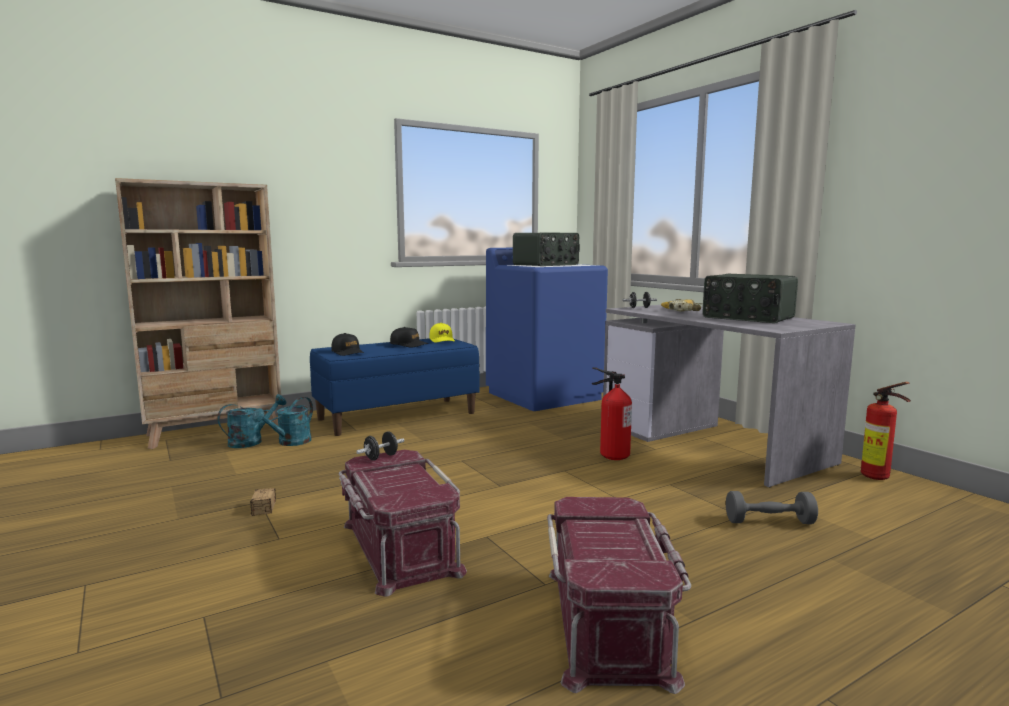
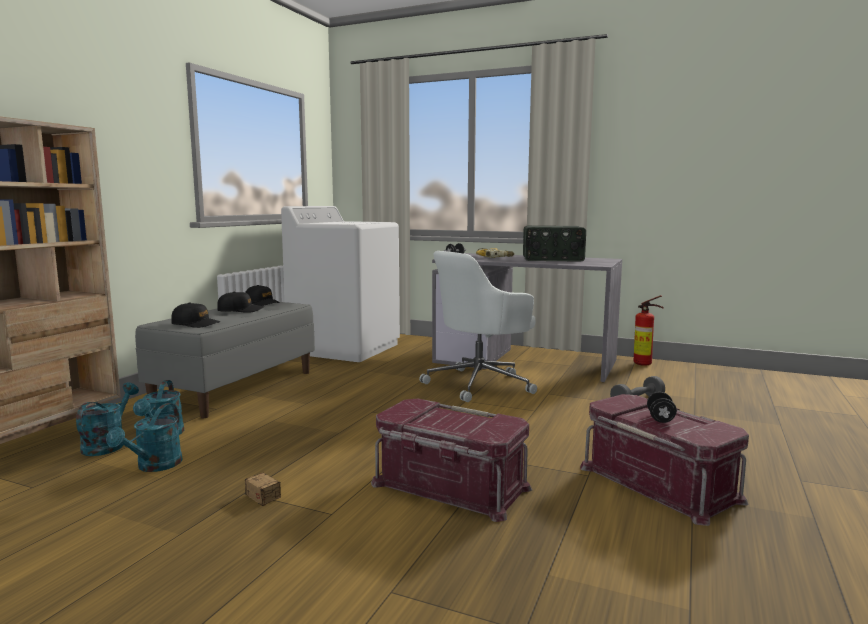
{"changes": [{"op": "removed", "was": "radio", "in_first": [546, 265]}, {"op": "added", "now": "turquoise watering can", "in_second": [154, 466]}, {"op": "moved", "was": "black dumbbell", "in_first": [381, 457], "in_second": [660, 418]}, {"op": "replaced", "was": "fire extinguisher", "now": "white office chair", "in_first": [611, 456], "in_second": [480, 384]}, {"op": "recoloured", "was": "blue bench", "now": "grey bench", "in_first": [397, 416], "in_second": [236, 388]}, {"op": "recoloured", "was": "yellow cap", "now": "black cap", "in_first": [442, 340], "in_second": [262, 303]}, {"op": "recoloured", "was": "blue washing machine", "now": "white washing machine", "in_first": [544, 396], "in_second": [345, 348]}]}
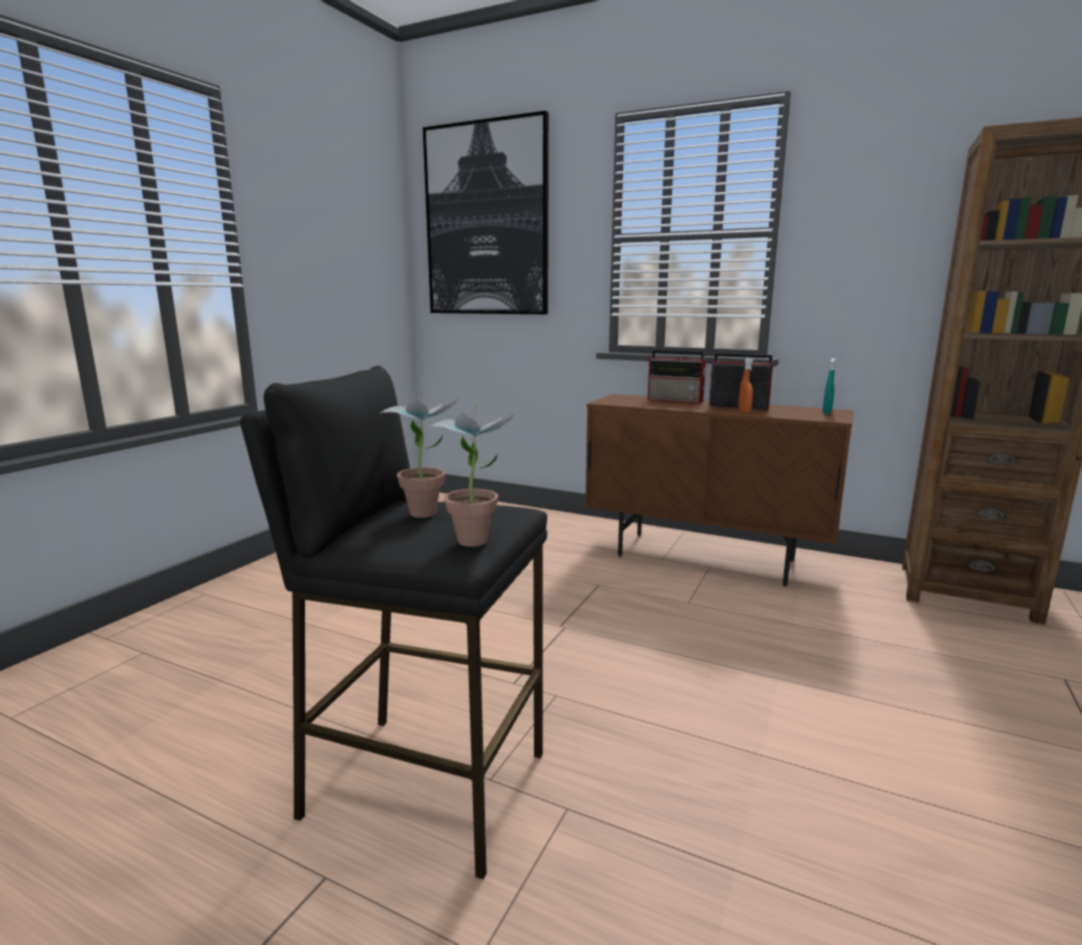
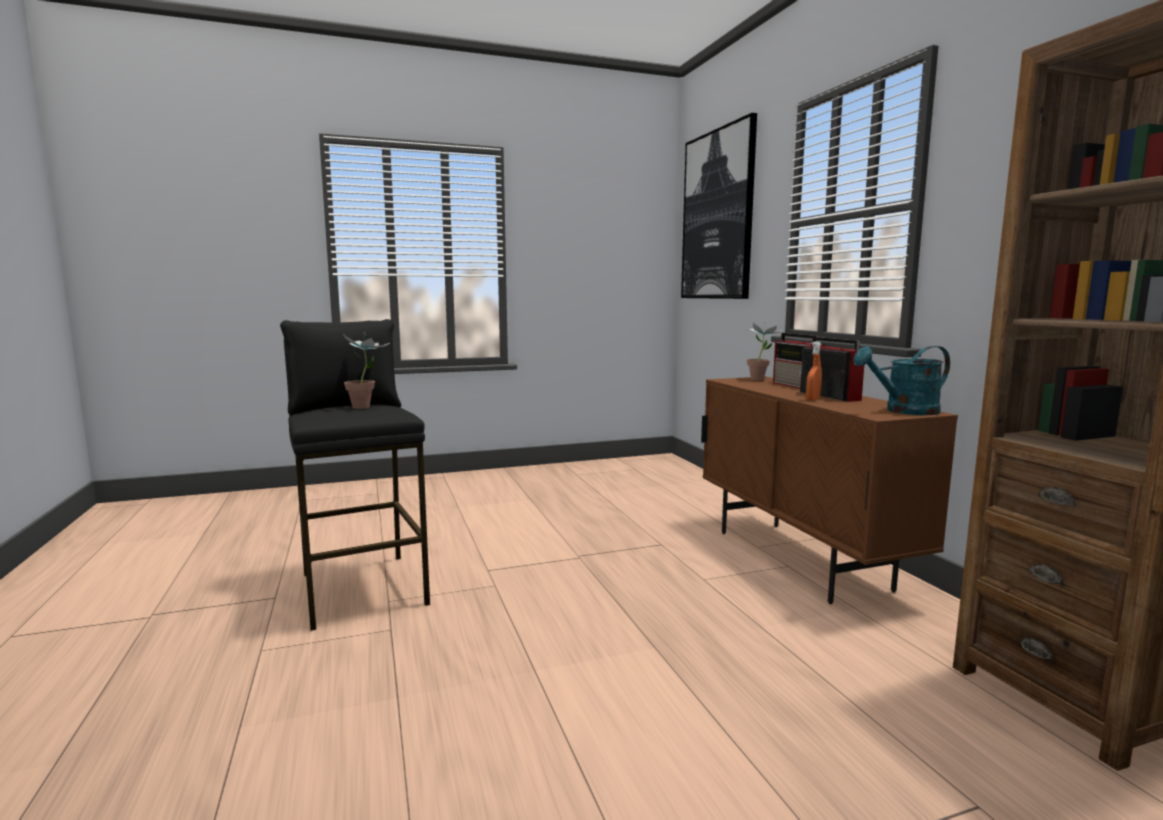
{"changes": [{"op": "moved", "was": "potted plant", "in_first": [476, 537], "in_second": [761, 379]}, {"op": "replaced", "was": "turquoise spray bottle", "now": "turquoise watering can", "in_first": [827, 412], "in_second": [904, 411]}]}
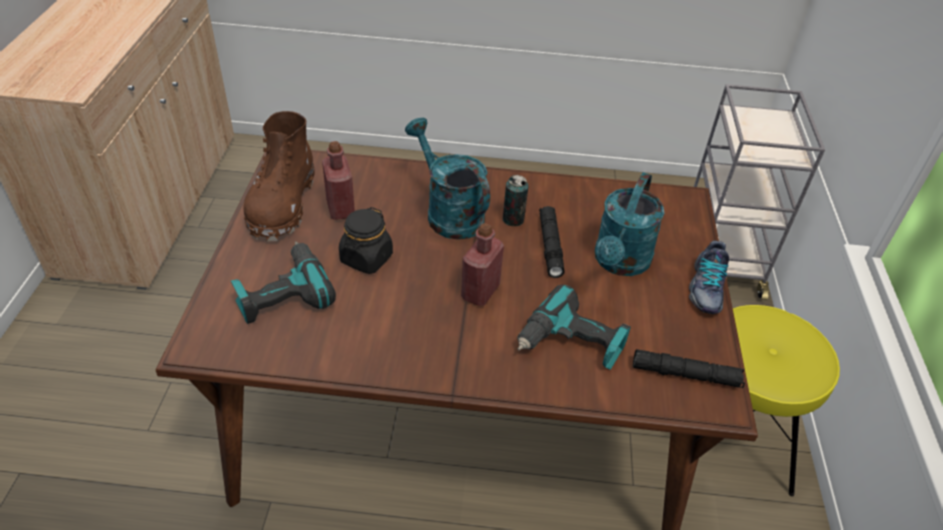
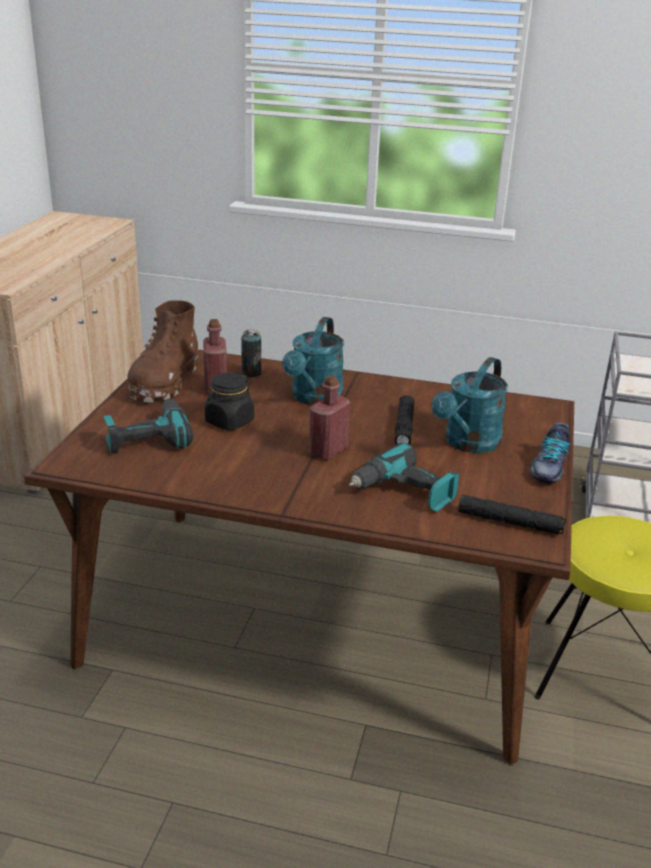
{"changes": [{"op": "moved", "was": "can", "in_first": [513, 219], "in_second": [251, 373]}, {"op": "turned", "was": "turquoise watering can", "in_first": [448, 213], "in_second": [314, 398], "clockwise": -135}]}
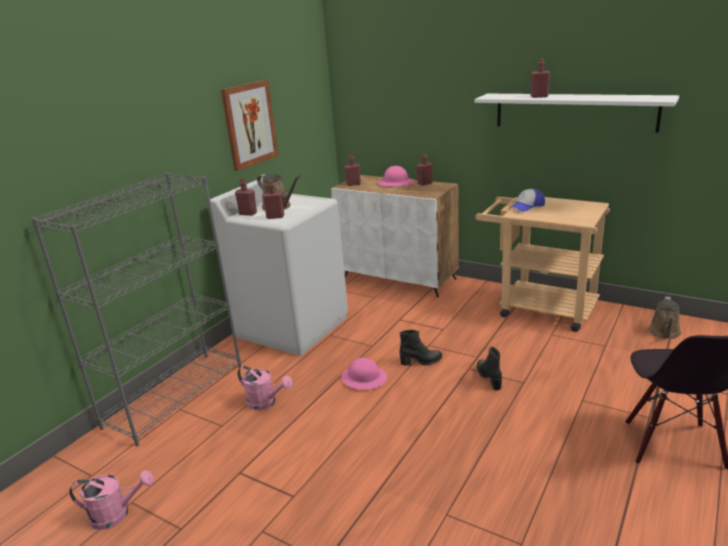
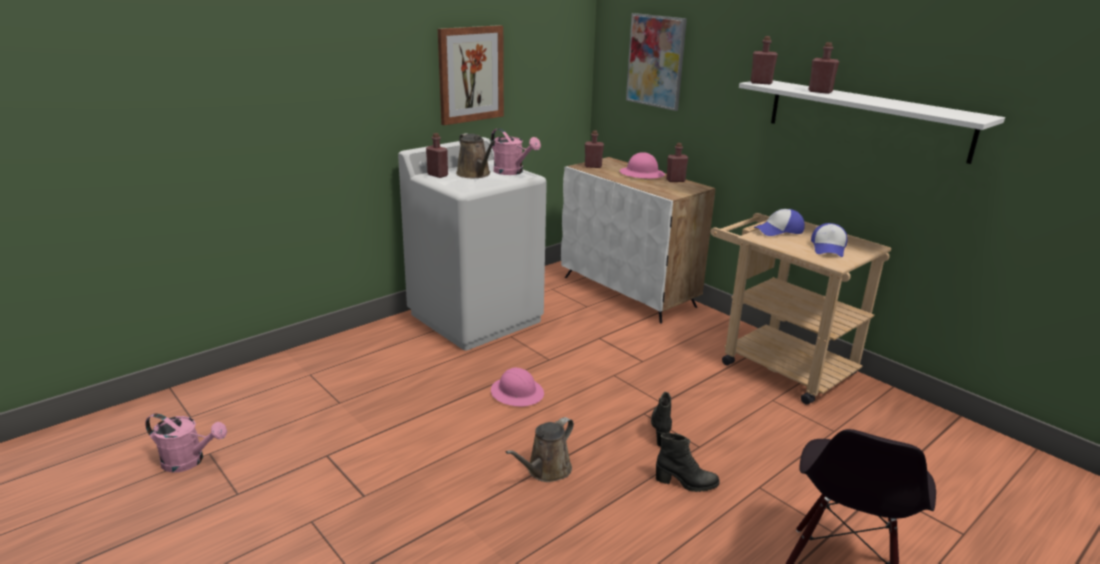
{"changes": [{"op": "removed", "was": "grey bookcase", "in_first": [175, 395]}, {"op": "added", "now": "picture", "in_second": [655, 61]}, {"op": "added", "now": "cap", "in_second": [828, 248]}, {"op": "moved", "was": "pink watering can", "in_first": [266, 402], "in_second": [512, 172]}, {"op": "moved", "was": "red bottle", "in_first": [275, 217], "in_second": [761, 83]}, {"op": "moved", "was": "black boot", "in_first": [421, 361], "in_second": [686, 483]}, {"op": "moved", "was": "brown watering can", "in_first": [664, 333], "in_second": [546, 470]}]}
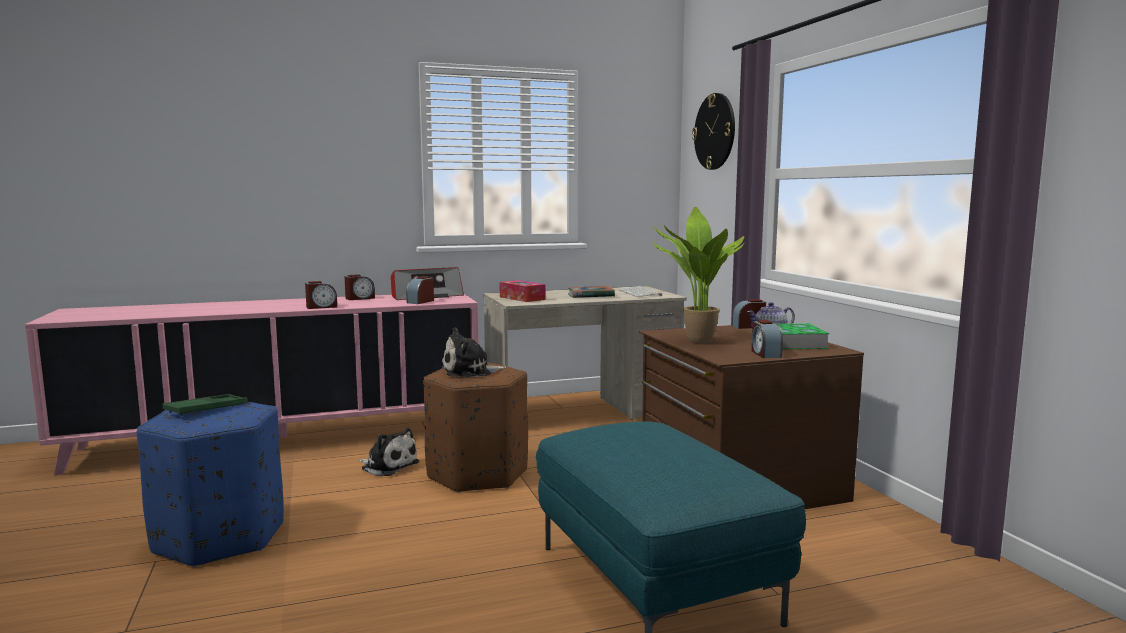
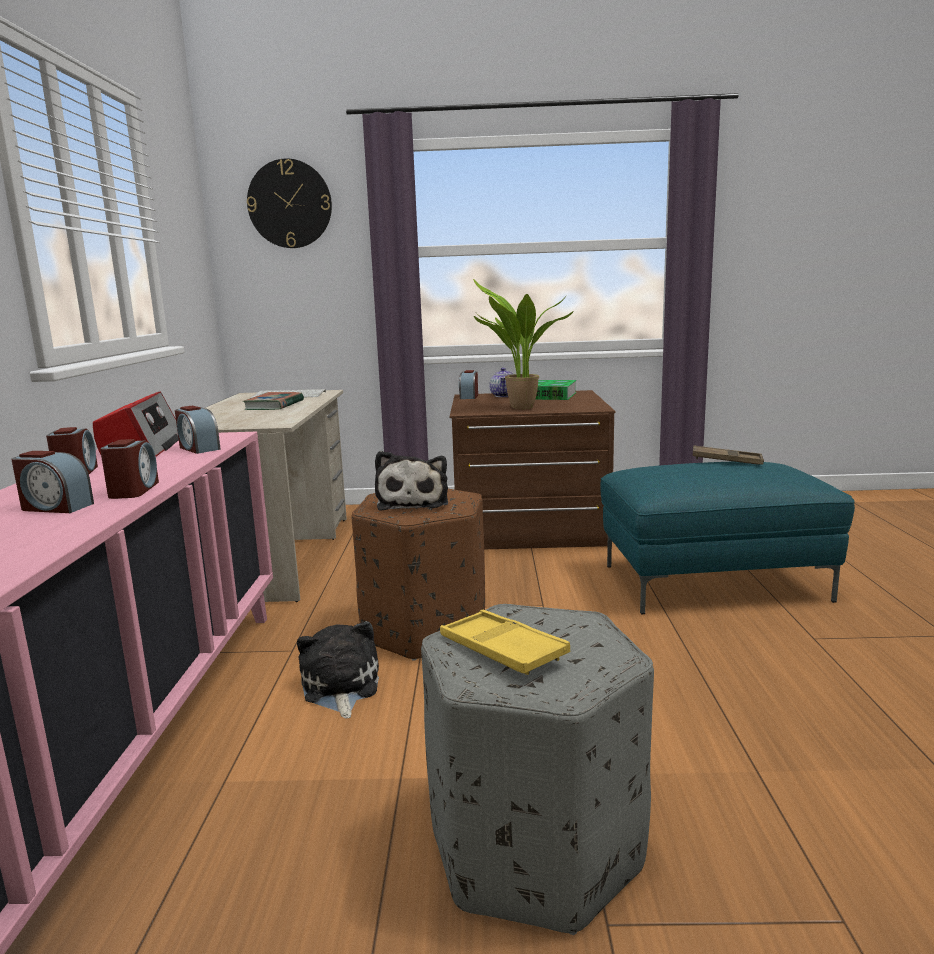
{"changes": [{"op": "removed", "was": "tissue box", "in_first": [522, 298]}, {"op": "added", "now": "brown tray", "in_second": [726, 461]}, {"op": "moved", "was": "alarm clock", "in_first": [765, 354], "in_second": [56, 507]}, {"op": "recoloured", "was": "blue ottoman", "now": "grey ottoman", "in_first": [220, 537], "in_second": [533, 848]}, {"op": "recoloured", "was": "green tray", "now": "yellow tray", "in_first": [206, 409], "in_second": [502, 650]}, {"op": "turned", "was": "plush toy", "in_first": [388, 466], "in_second": [340, 688], "clockwise": -60}]}
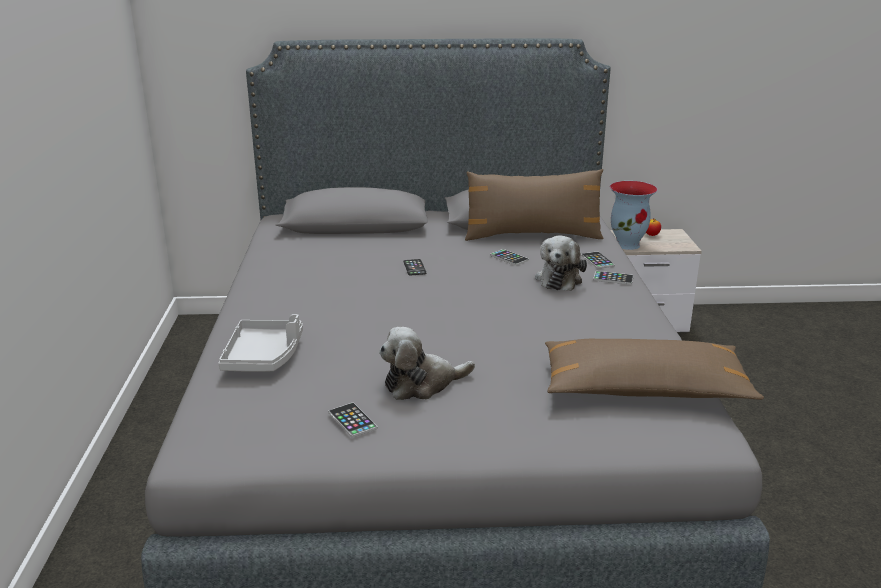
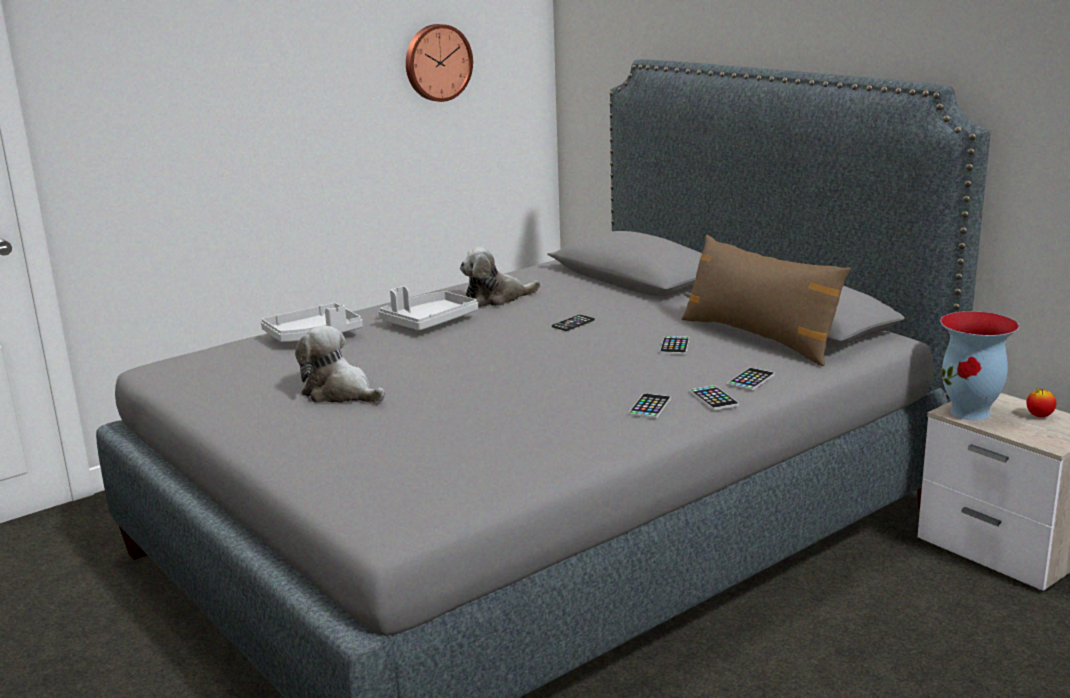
{"changes": [{"op": "removed", "was": "brown pillow", "in_first": [643, 388]}, {"op": "added", "now": "grey tray", "in_second": [429, 322]}, {"op": "added", "now": "wall clock", "in_second": [437, 62]}, {"op": "moved", "was": "phone", "in_first": [352, 420], "in_second": [650, 407]}, {"op": "moved", "was": "plush toy", "in_first": [559, 279], "in_second": [496, 299]}]}
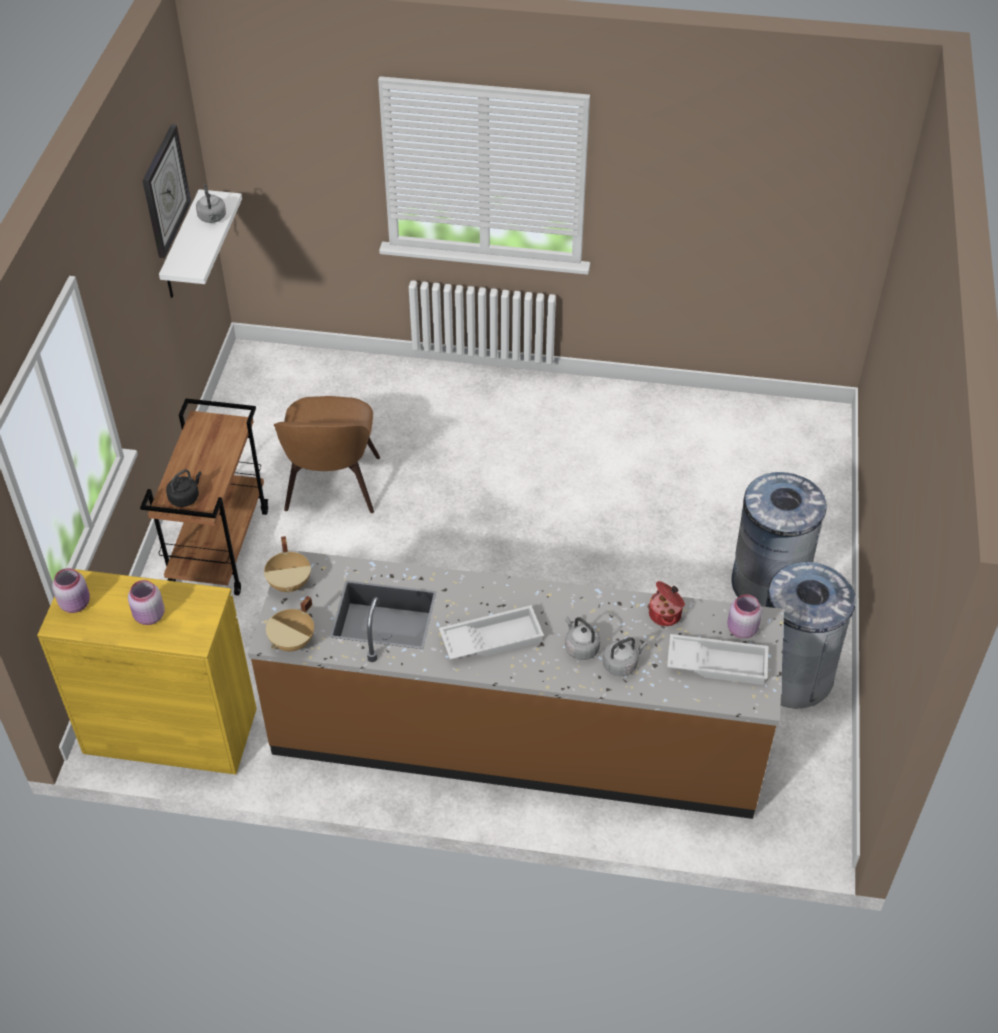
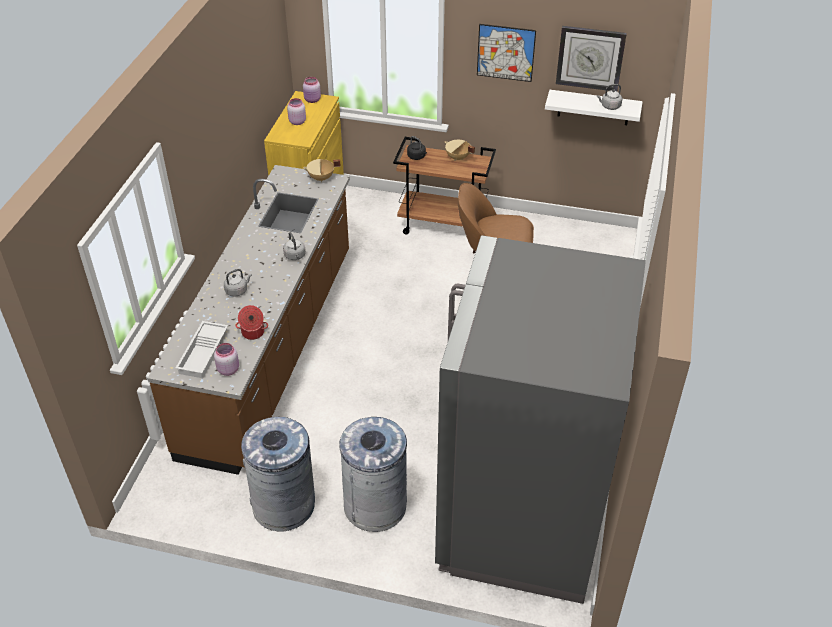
{"changes": [{"op": "removed", "was": "white tray", "in_first": [491, 638]}, {"op": "added", "now": "grey fridge", "in_second": [522, 517]}, {"op": "added", "now": "picture", "in_second": [505, 52]}, {"op": "moved", "was": "beige cooking pot", "in_first": [293, 642], "in_second": [457, 158]}, {"op": "moved", "was": "grey kettle", "in_first": [621, 664], "in_second": [295, 256]}]}
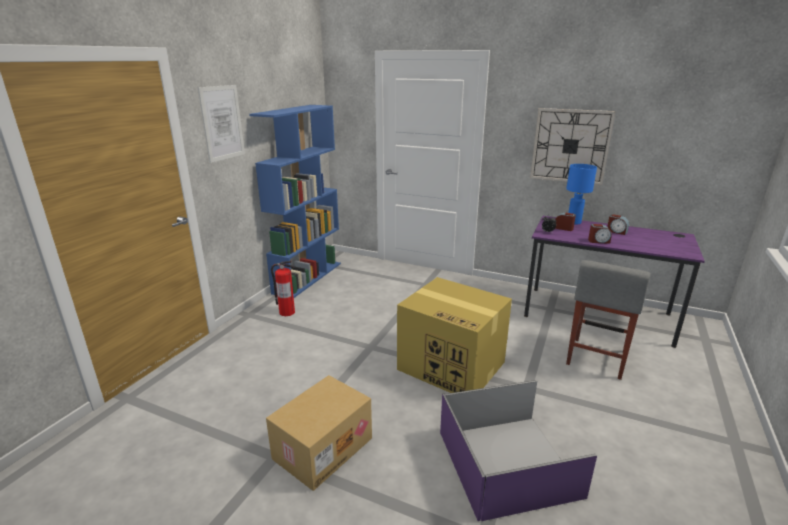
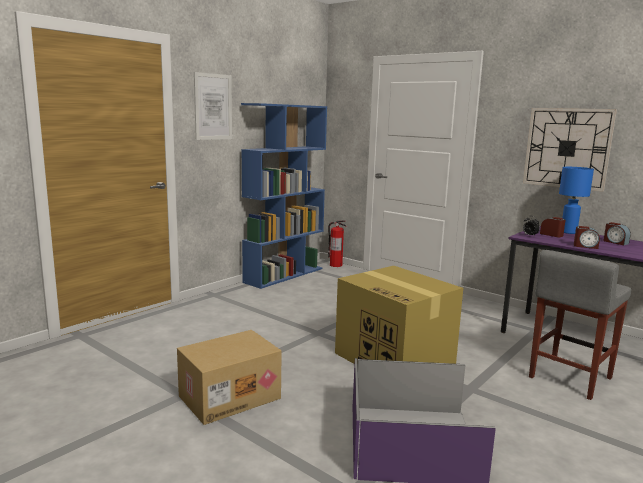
{"changes": [{"op": "moved", "was": "fire extinguisher", "in_first": [286, 312], "in_second": [335, 265]}]}
